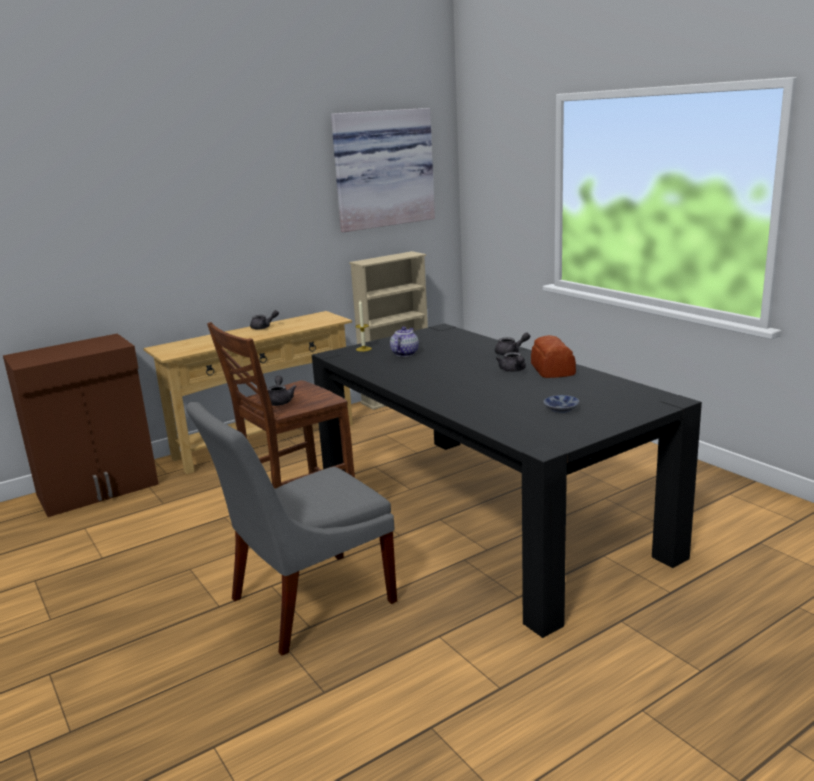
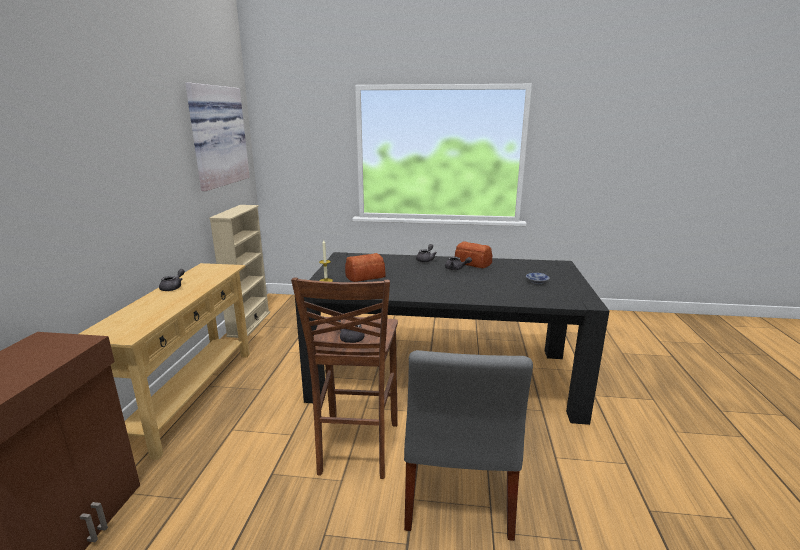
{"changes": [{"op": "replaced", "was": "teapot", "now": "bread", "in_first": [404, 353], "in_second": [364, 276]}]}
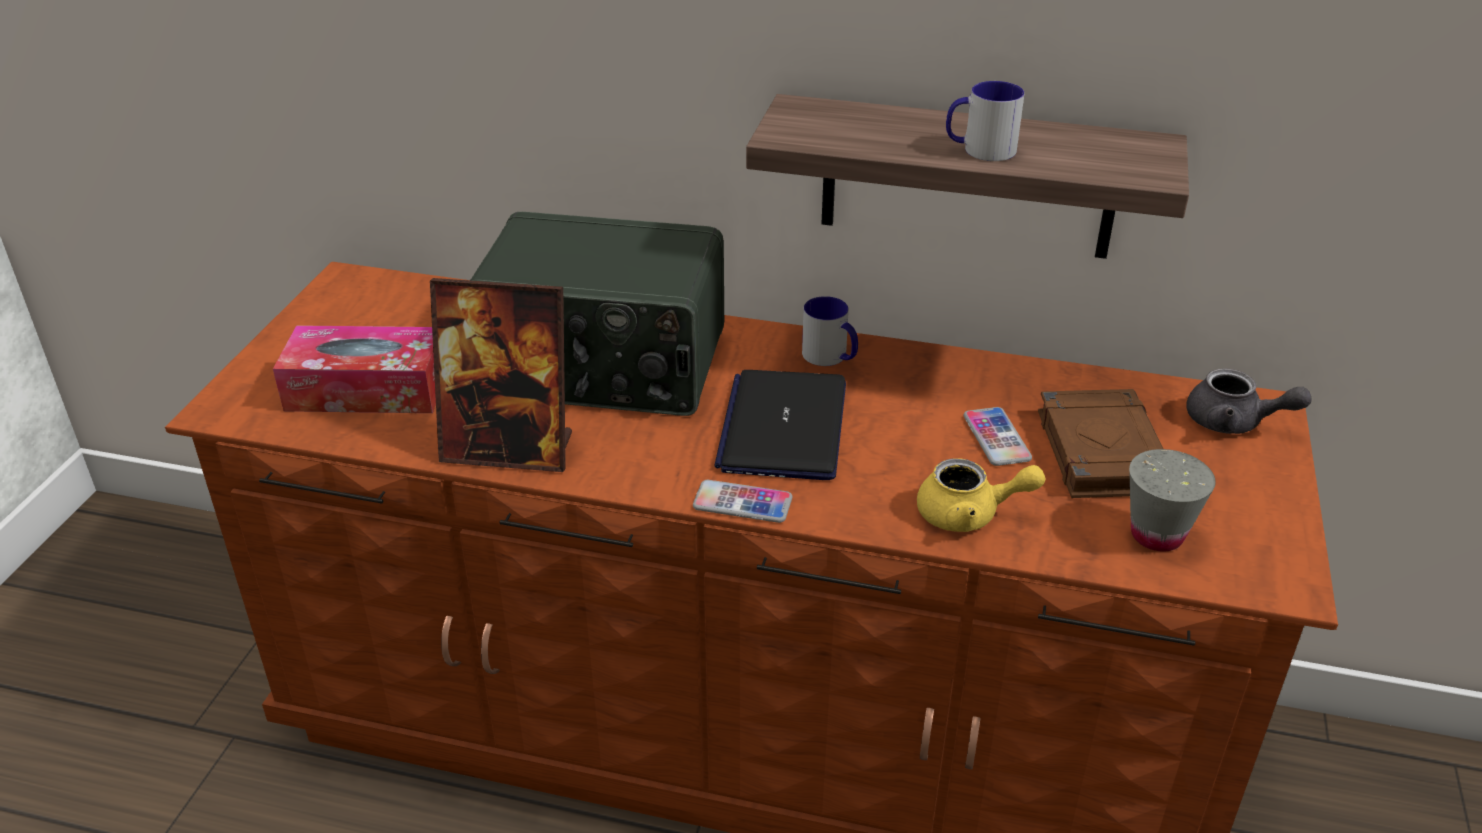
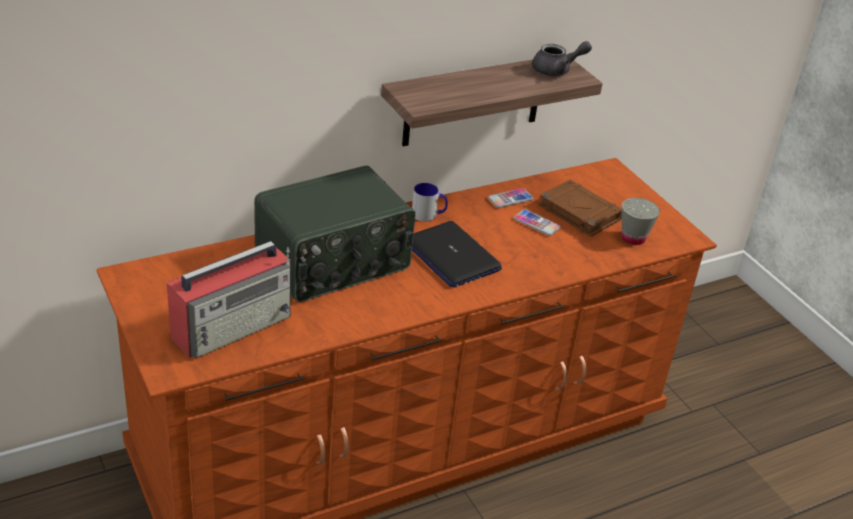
{"changes": [{"op": "removed", "was": "picture frame", "in_first": [509, 449]}, {"op": "removed", "was": "yellow teapot", "in_first": [969, 514]}, {"op": "removed", "was": "mug", "in_first": [979, 150]}, {"op": "moved", "was": "phone", "in_first": [742, 503], "in_second": [510, 199]}, {"op": "moved", "was": "grey teapot", "in_first": [1234, 422], "in_second": [557, 70]}, {"op": "replaced", "was": "tissue box", "now": "radio", "in_first": [367, 389], "in_second": [234, 326]}]}
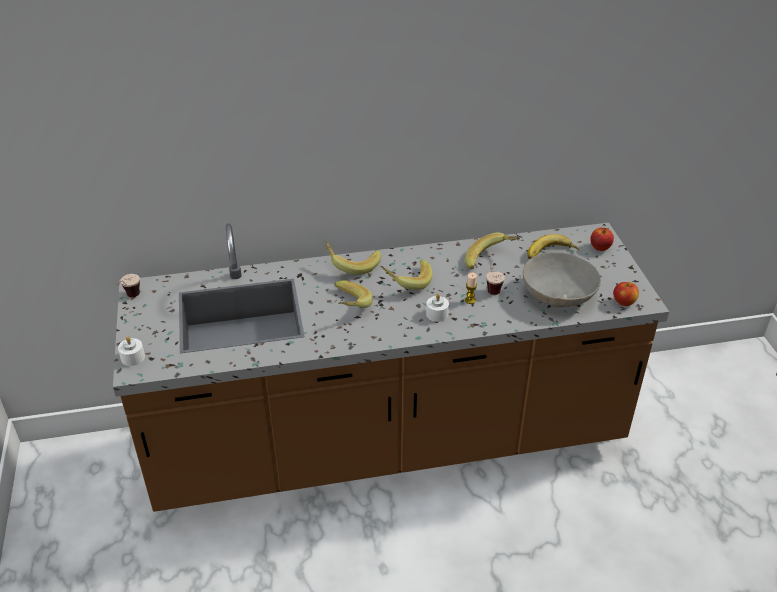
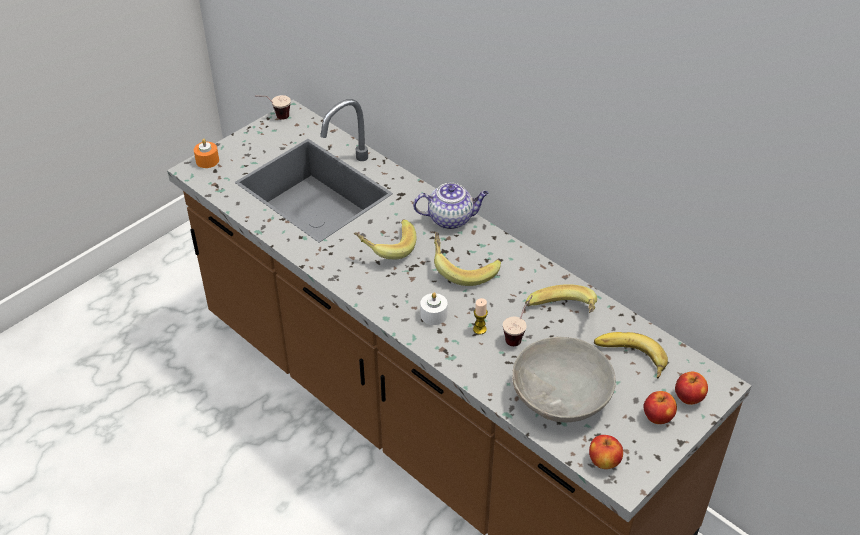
{"changes": [{"op": "added", "now": "apple", "in_second": [657, 417]}, {"op": "replaced", "was": "banana", "now": "teapot", "in_first": [352, 264], "in_second": [451, 219]}, {"op": "recoloured", "was": "white candle", "now": "orange candle", "in_first": [133, 357], "in_second": [207, 160]}]}
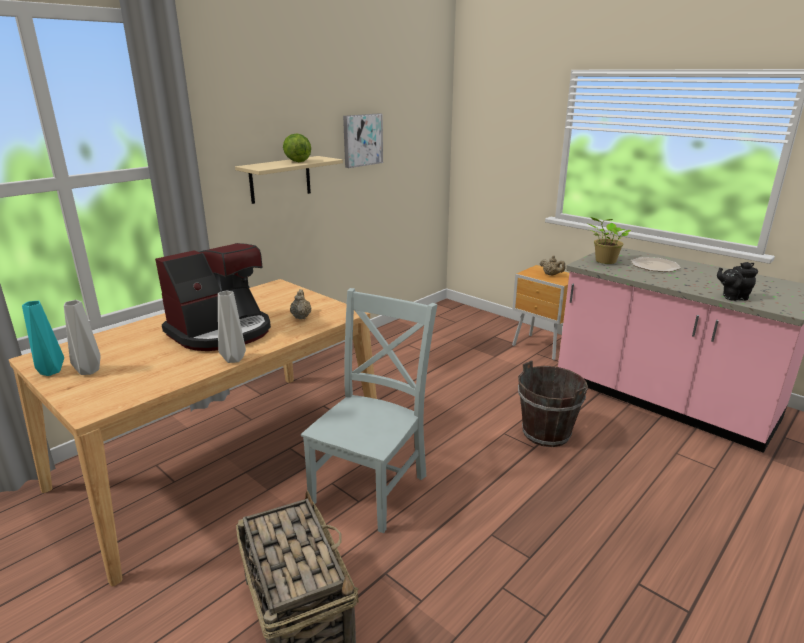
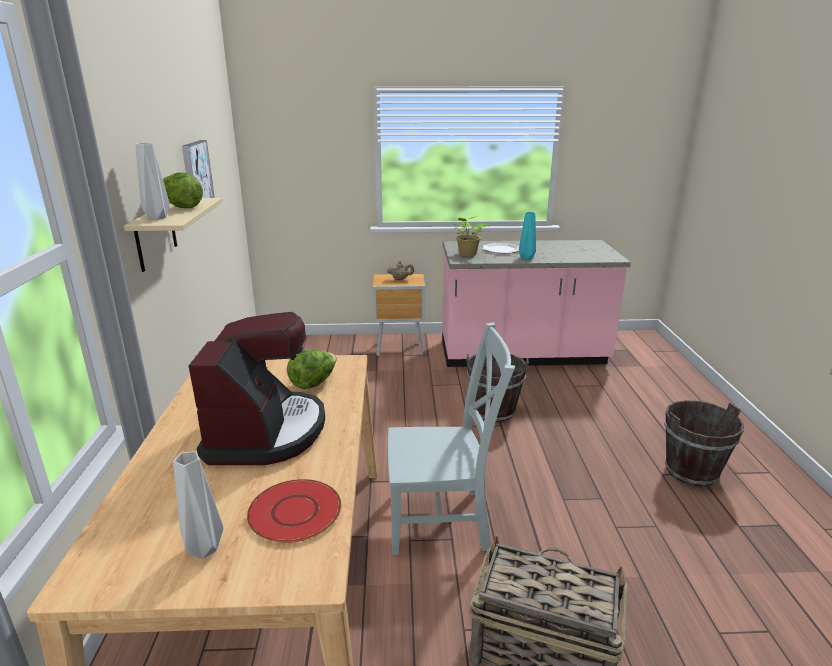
{"changes": [{"op": "removed", "was": "black teapot", "in_first": [732, 297]}, {"op": "added", "now": "red plate", "in_second": [294, 512]}, {"op": "added", "now": "brown bucket", "in_second": [691, 472]}, {"op": "moved", "was": "turquoise vase", "in_first": [49, 372], "in_second": [526, 258]}, {"op": "moved", "was": "grey vase", "in_first": [234, 359], "in_second": [157, 217]}, {"op": "replaced", "was": "beige teapot", "now": "lettuce", "in_first": [301, 316], "in_second": [313, 383]}, {"op": "turned", "was": "grey chair", "in_first": [372, 486], "in_second": [443, 521], "clockwise": 105}]}
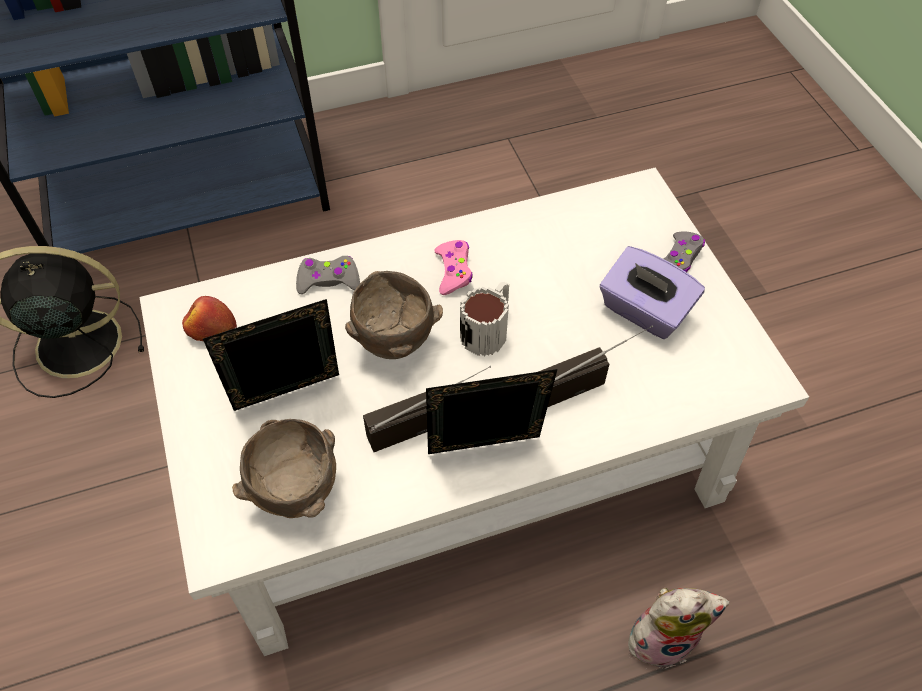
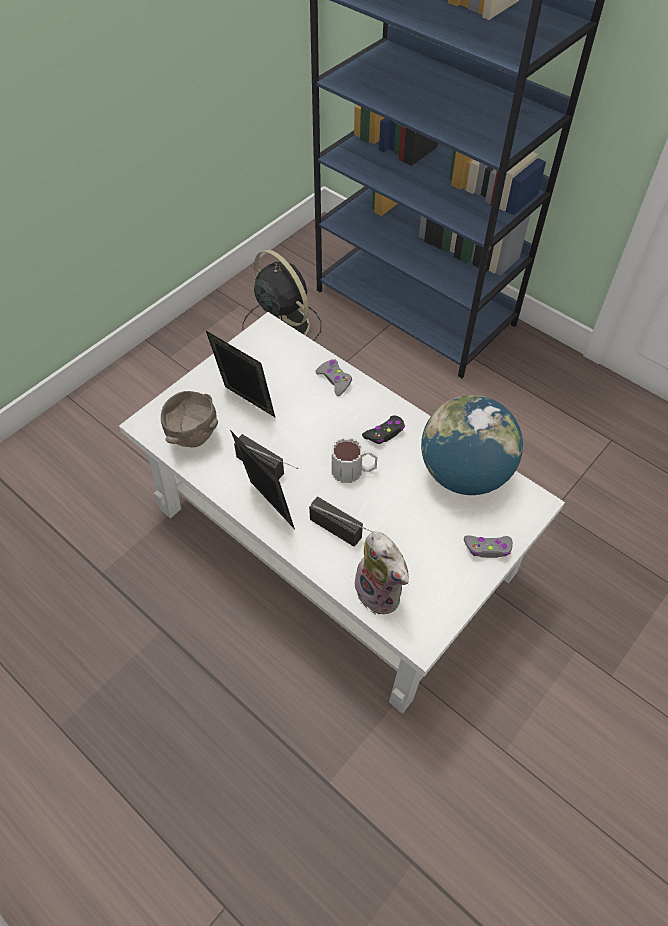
{"changes": [{"op": "removed", "was": "apple", "in_first": [210, 328]}, {"op": "removed", "was": "brown bowl", "in_first": [395, 345]}, {"op": "removed", "was": "purple tissue box", "in_first": [644, 311]}, {"op": "added", "now": "globe", "in_second": [464, 473]}, {"op": "moved", "was": "plush toy", "in_first": [662, 637], "in_second": [381, 592]}, {"op": "recoloured", "was": "pink game controller", "now": "black game controller", "in_first": [453, 271], "in_second": [385, 433]}]}
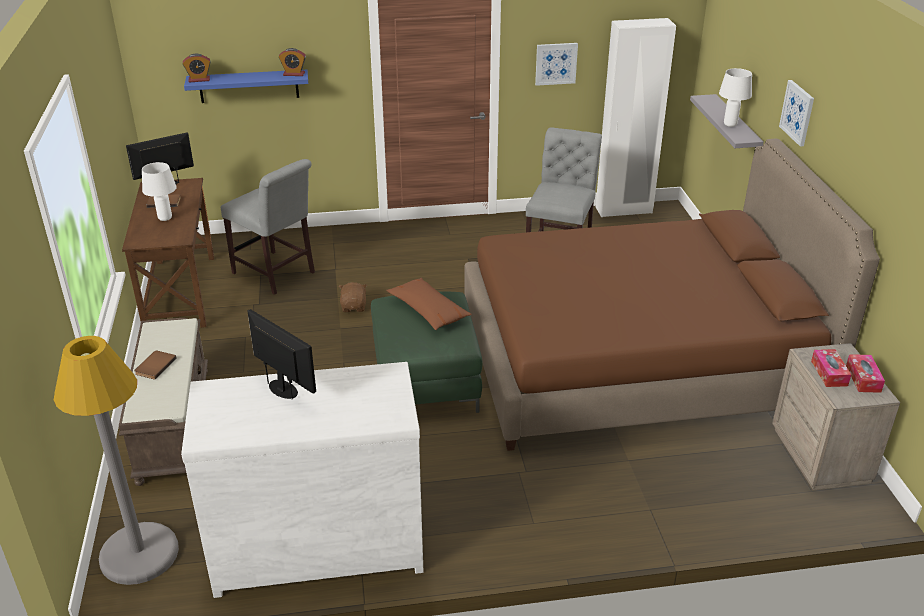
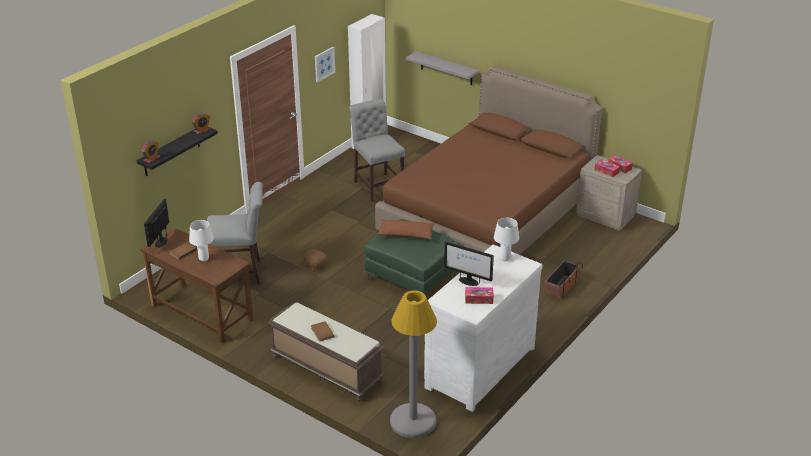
{"changes": [{"op": "removed", "was": "picture", "in_first": [797, 112]}, {"op": "added", "now": "tissue box", "in_second": [479, 299]}, {"op": "added", "now": "planter", "in_second": [561, 287]}, {"op": "moved", "was": "white table lamp", "in_first": [730, 125], "in_second": [505, 259]}, {"op": "recoloured", "was": "blue shelf", "now": "black shelf", "in_first": [249, 86], "in_second": [171, 151]}, {"op": "turned", "was": "monitor", "in_first": [284, 389], "in_second": [468, 281], "clockwise": -150}]}
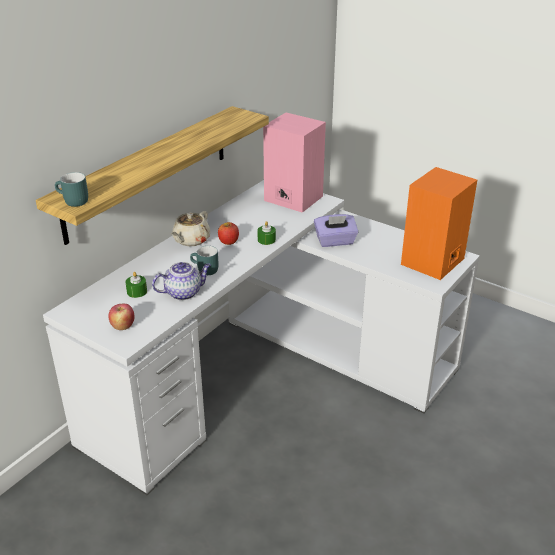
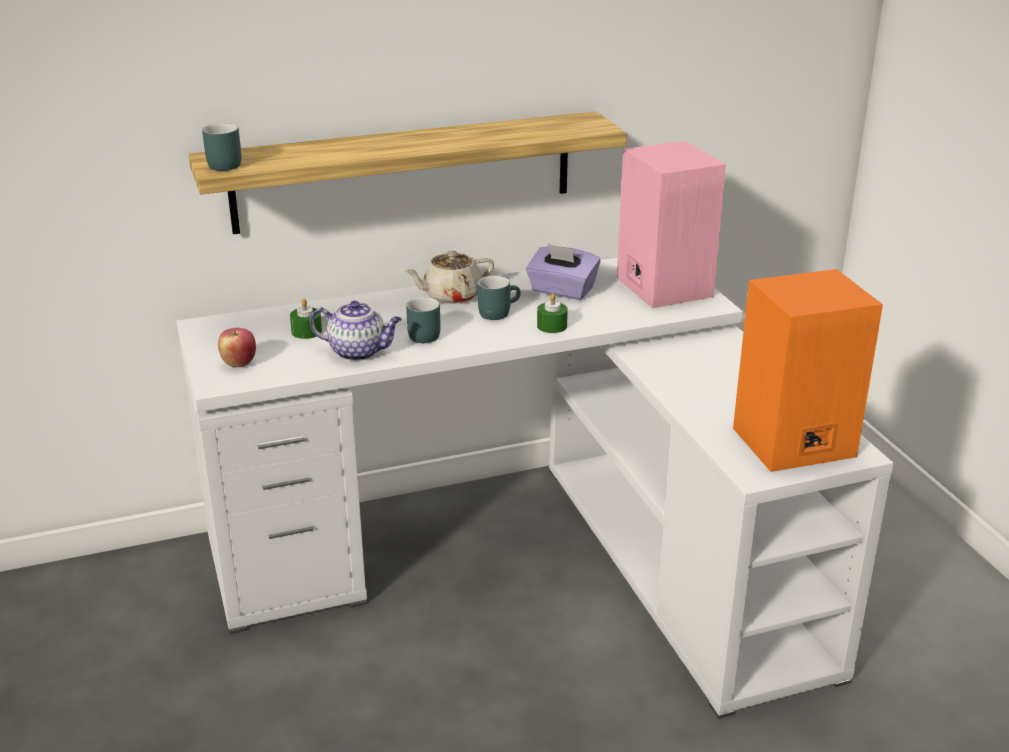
{"changes": [{"op": "moved", "was": "purple tissue box", "in_first": [335, 241], "in_second": [562, 291]}, {"op": "replaced", "was": "apple", "now": "turquoise mug", "in_first": [228, 241], "in_second": [497, 312]}]}
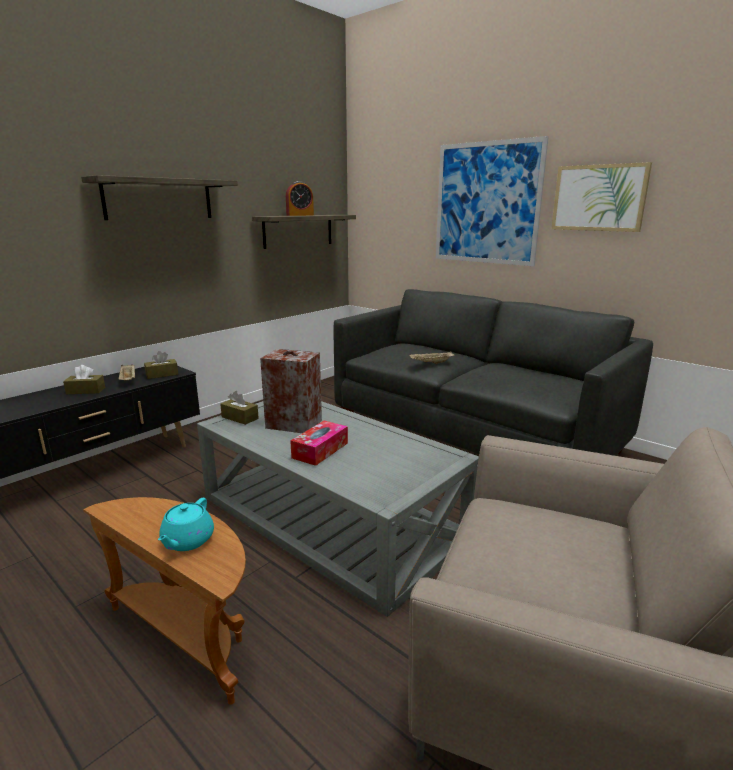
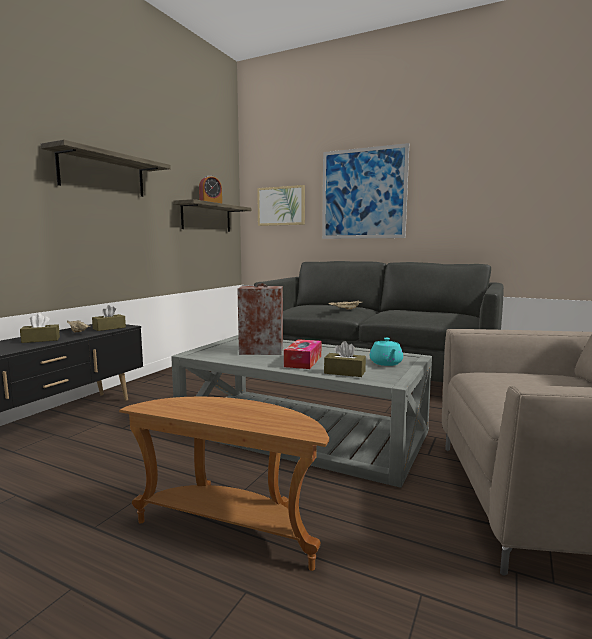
{"changes": [{"op": "moved", "was": "turquoise teapot", "in_first": [187, 541], "in_second": [386, 363]}, {"op": "moved", "was": "brown tissue box", "in_first": [240, 418], "in_second": [344, 372]}, {"op": "moved", "was": "picture", "in_first": [599, 198], "in_second": [281, 206]}]}
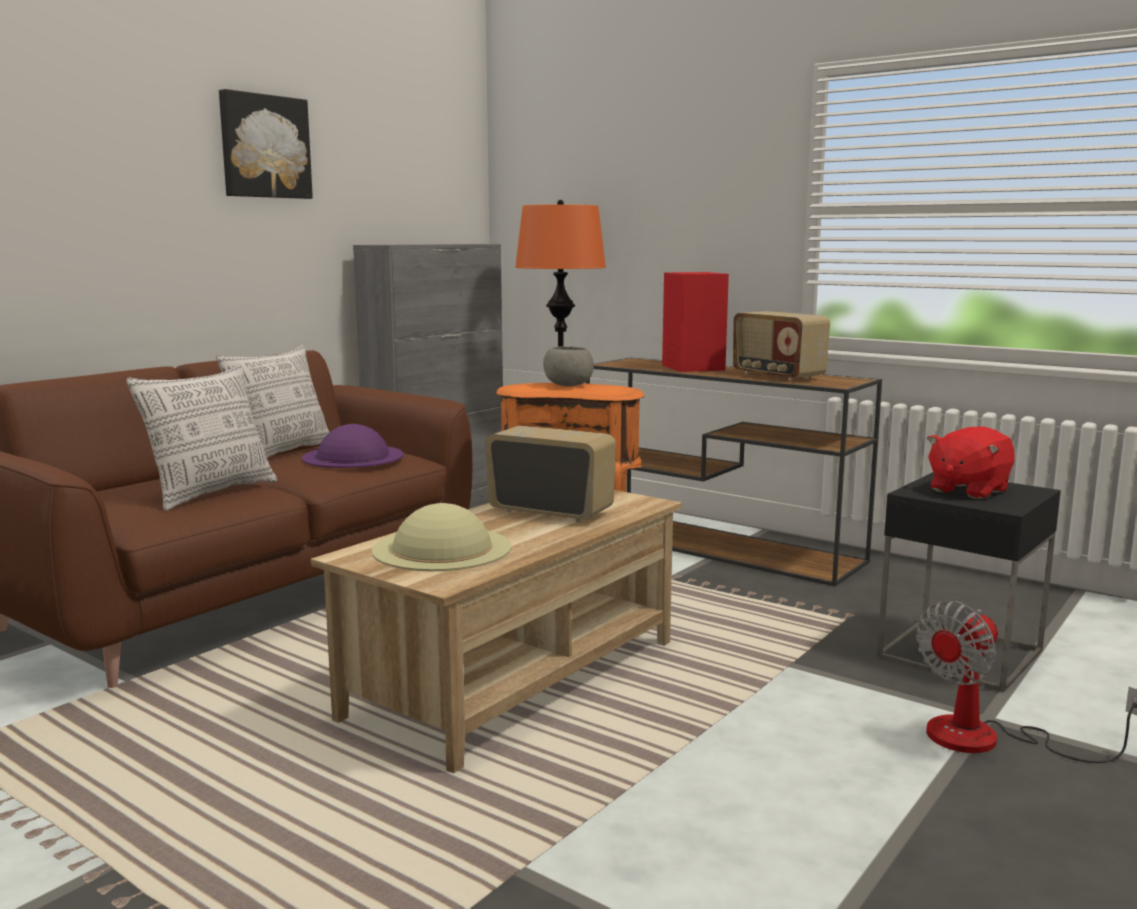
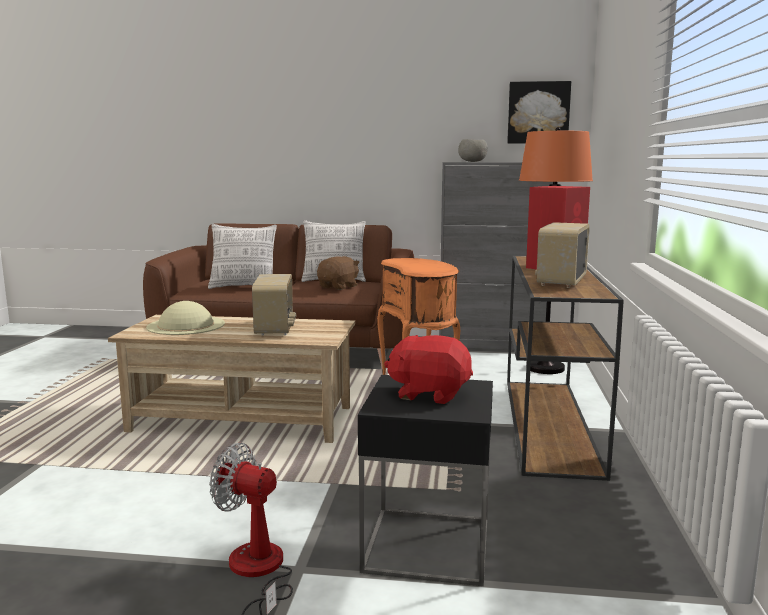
{"changes": [{"op": "moved", "was": "picture", "in_first": [264, 146], "in_second": [538, 113]}, {"op": "moved", "was": "grey bowl", "in_first": [567, 386], "in_second": [472, 161]}, {"op": "replaced", "was": "purple hat", "now": "brown plush toy", "in_first": [353, 456], "in_second": [339, 287]}]}
